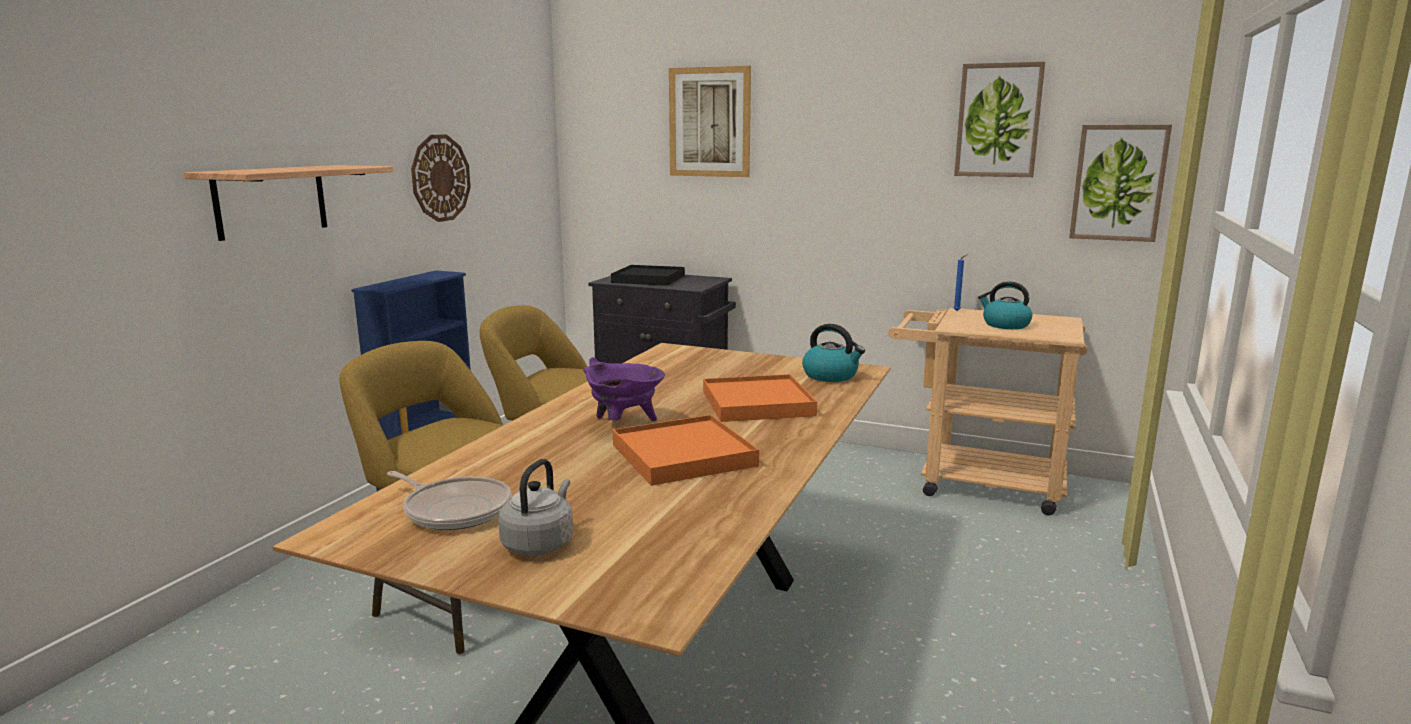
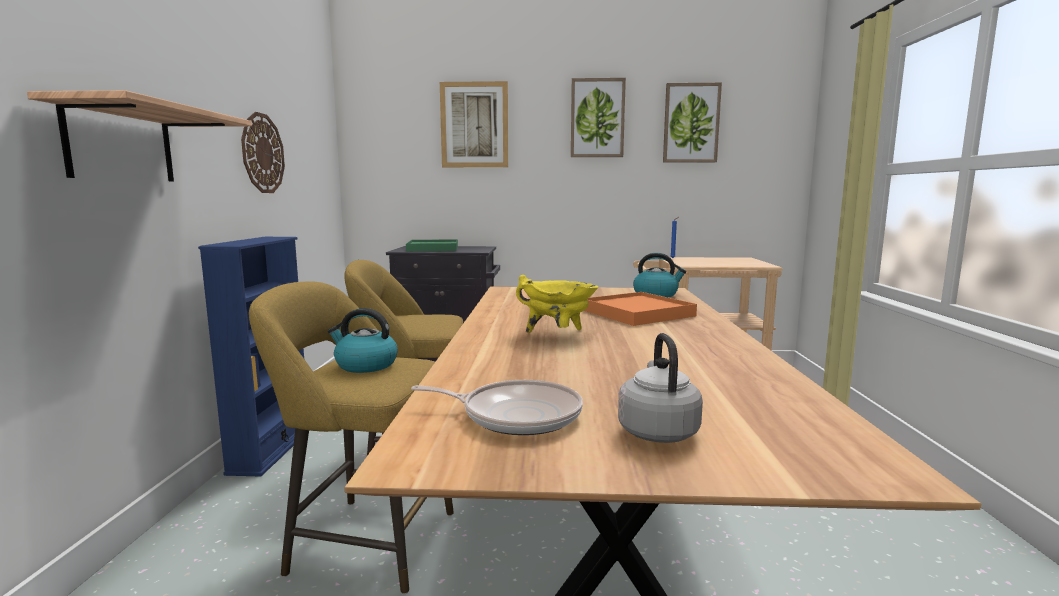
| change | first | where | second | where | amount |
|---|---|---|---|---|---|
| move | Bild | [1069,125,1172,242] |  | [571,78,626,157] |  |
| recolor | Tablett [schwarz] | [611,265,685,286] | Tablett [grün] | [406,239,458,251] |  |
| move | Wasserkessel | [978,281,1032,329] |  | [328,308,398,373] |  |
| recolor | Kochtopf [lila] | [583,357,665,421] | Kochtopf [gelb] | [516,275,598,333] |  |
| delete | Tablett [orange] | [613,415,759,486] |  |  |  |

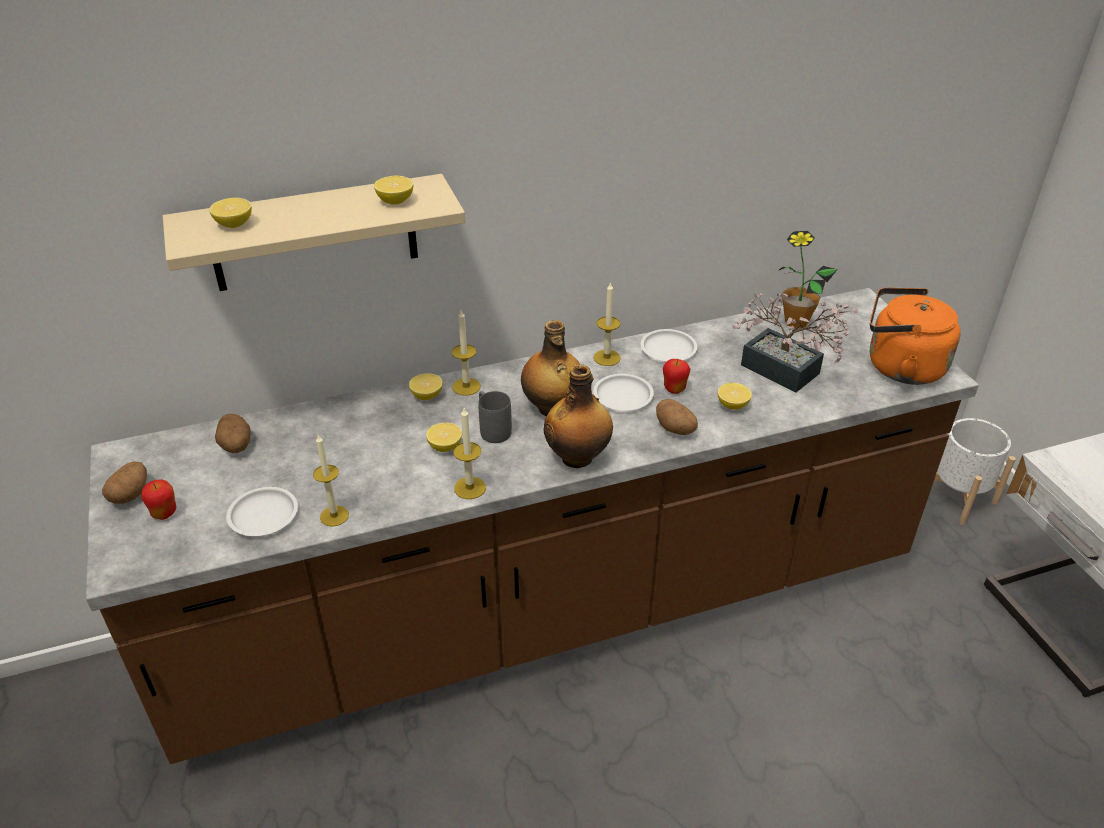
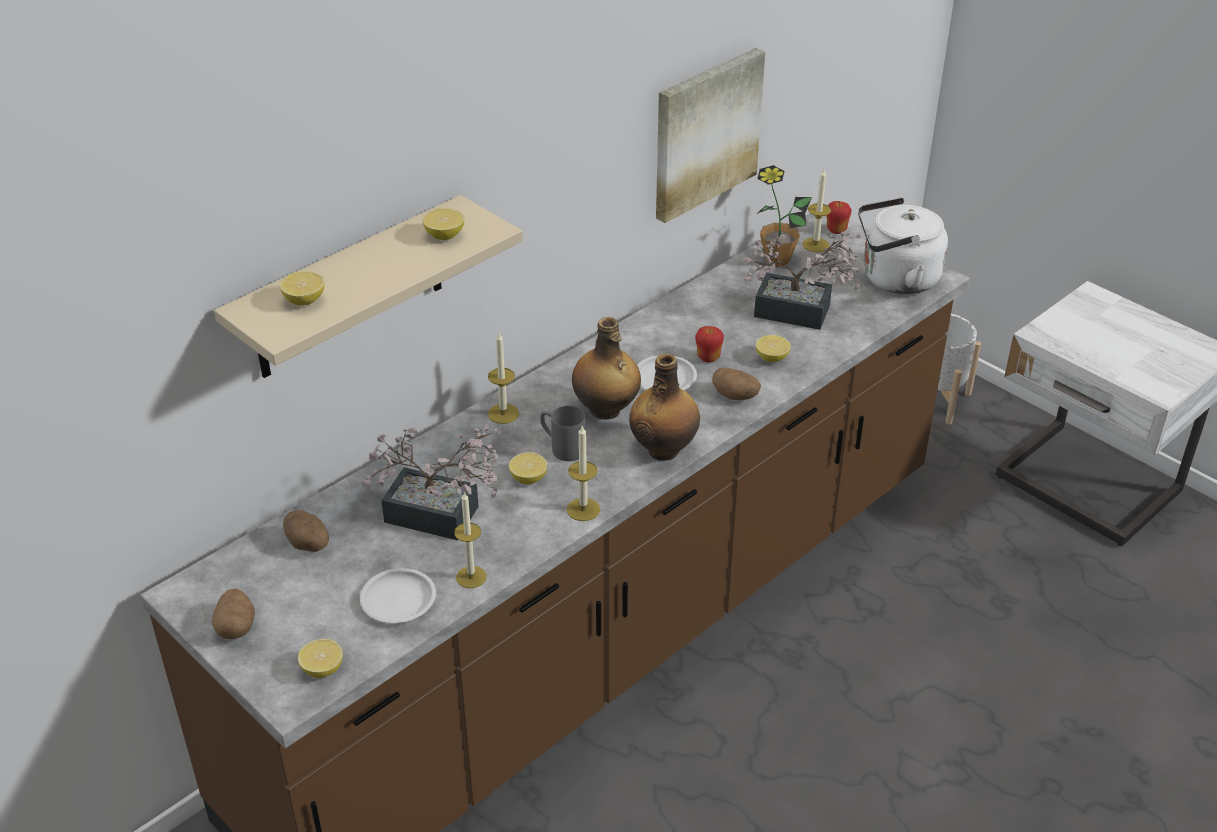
| change | first | where | second | where | amount |
|---|---|---|---|---|---|
| move | Kerze | [593,282,621,366] |  | [802,169,831,252] |  |
| recolor | Wasserkessel [orange] | [870,288,961,385] | Wasserkessel [weiß] | [858,197,948,294] |  |
| delete | Teller [weiß] | [641,329,697,361] |  |  |  |
| move | Zitrone | [409,373,443,400] |  | [298,639,343,678] |  |
| move | Apfel | [141,479,177,520] |  | [826,201,852,234] |  |
| insert |  |  | Bild | [656,48,765,223] |  |
| insert |  |  | Topfpflanze | [361,424,501,540] |  |

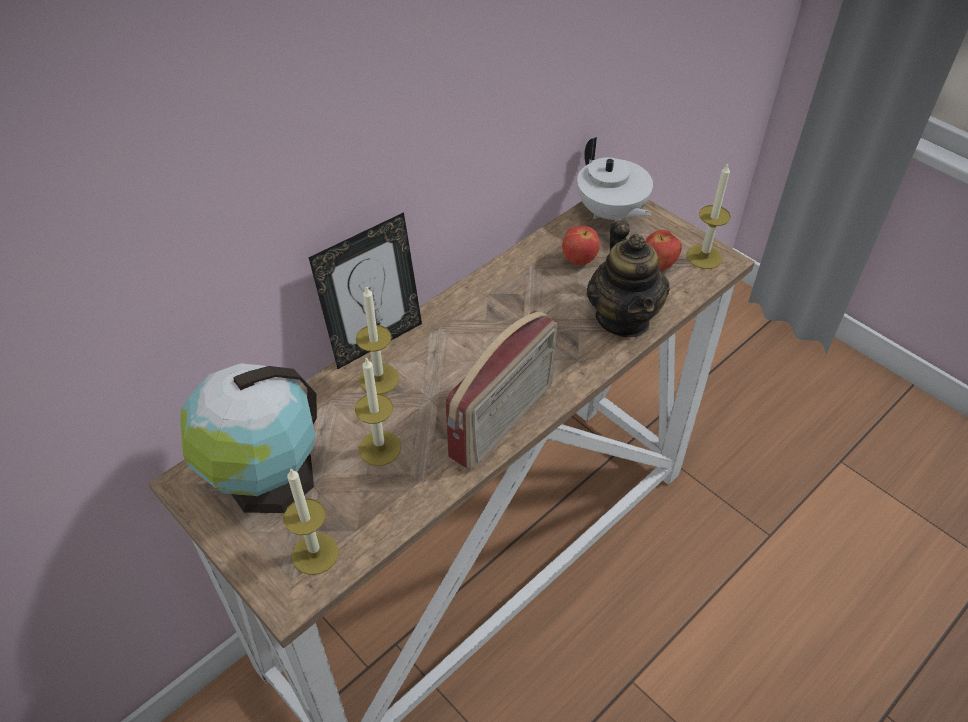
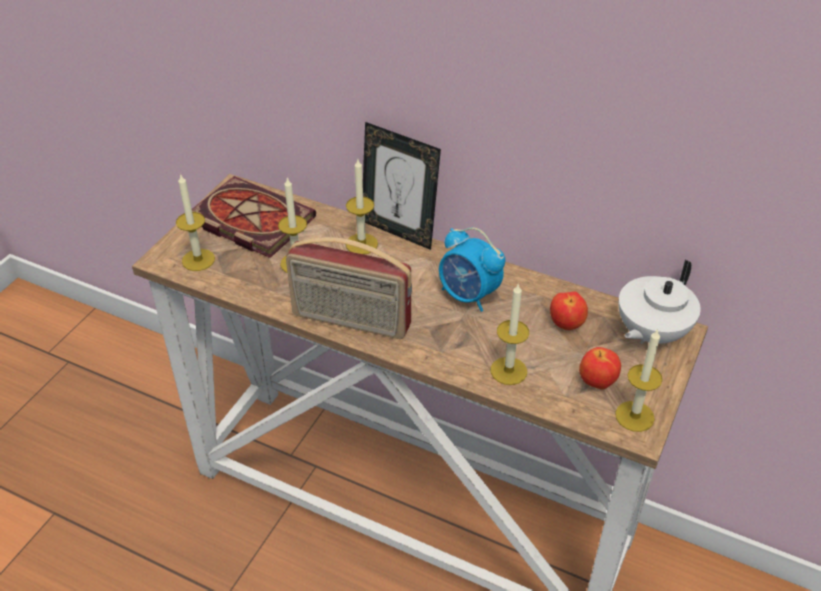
| change | first | where | second | where | amount |
|---|---|---|---|---|---|
| replace | Teekanne | [587,220,670,337] | Kerze | [491,283,529,385] |  |
| replace | Globus | [180,363,317,513] | Buch | [192,176,316,258] |  |
| insert |  |  | Wecker | [439,228,505,312] |  |

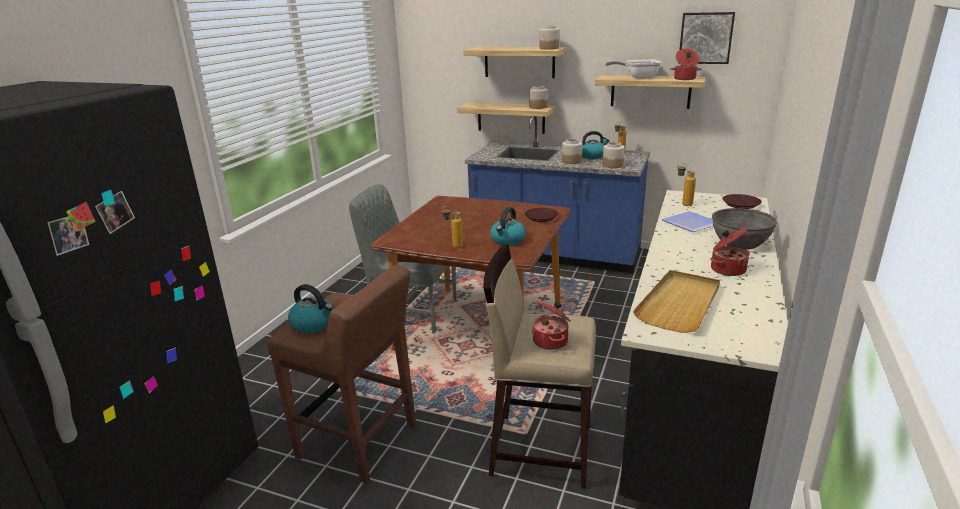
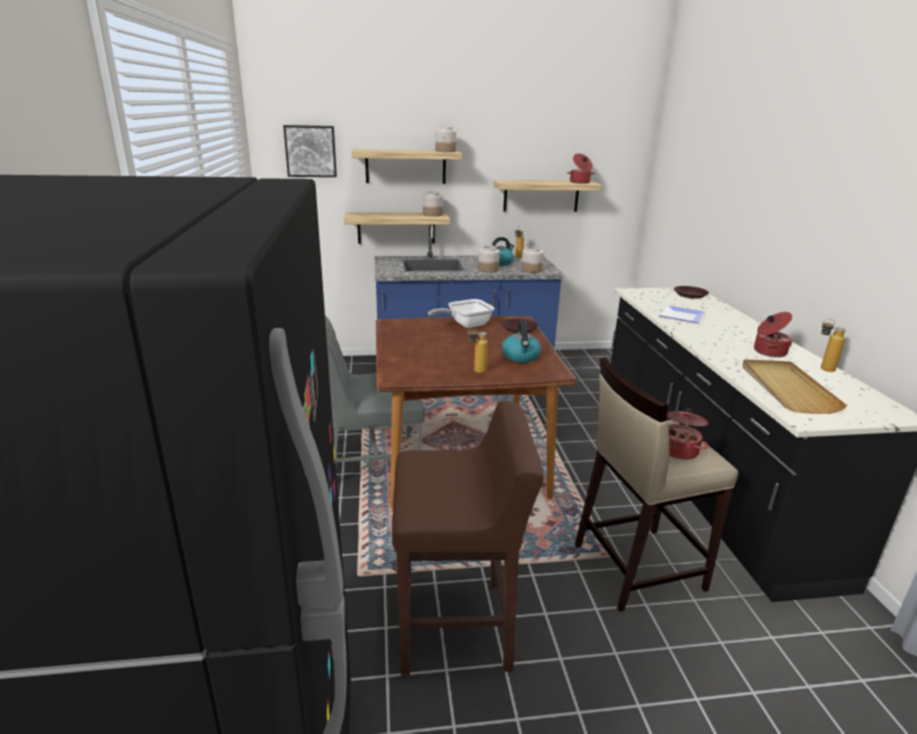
| change | first | where | second | where | amount |
|---|---|---|---|---|---|
| move | Bild | [678,12,735,64] |  | [283,125,337,177] |  |
| move | Pfanne | [605,59,662,79] |  | [428,299,494,328] |  |
| move | Flasche | [677,163,696,206] |  | [821,318,846,372] |  |
| delete | Schüssel [grau] | [712,208,777,250] |  |  |  |
| delete | Wasserkessel | [288,284,334,333] |  |  |  |

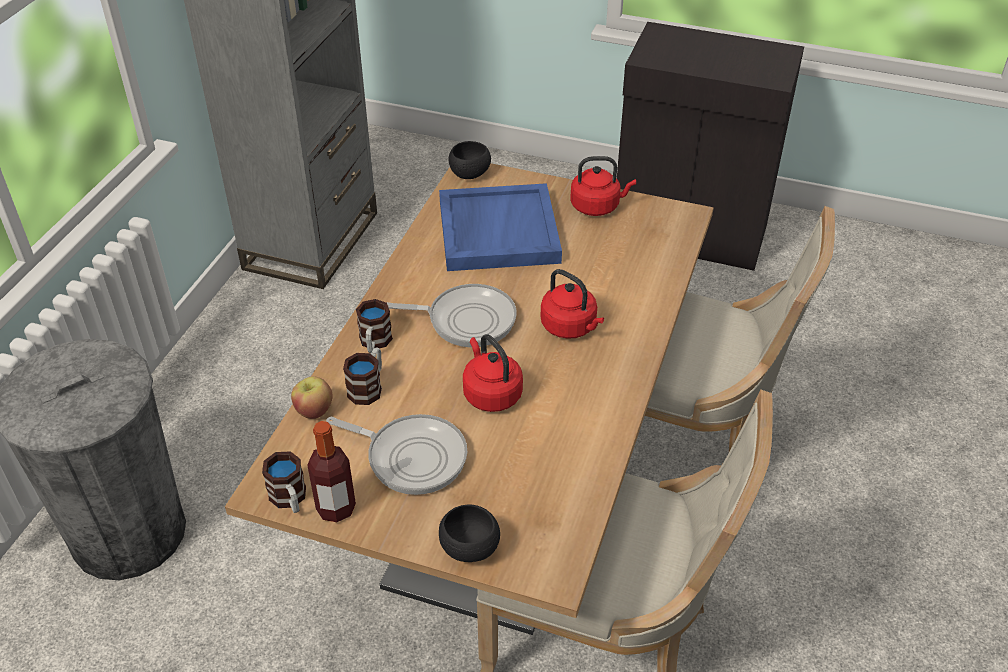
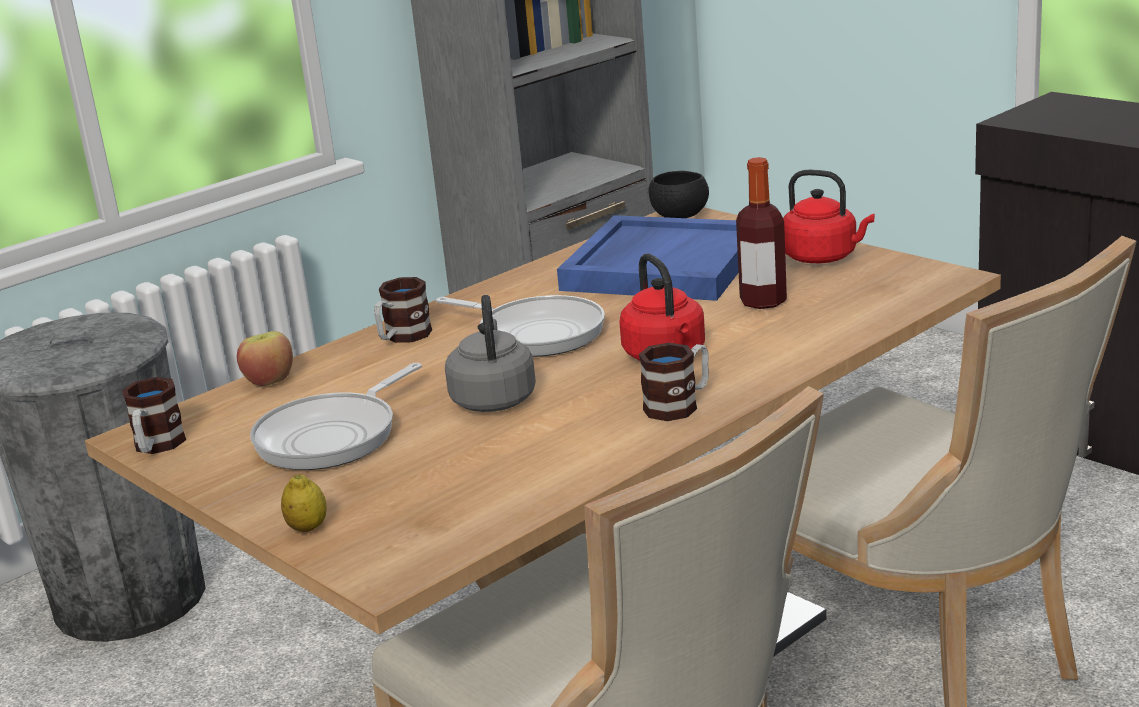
| change | first | where | second | where | amount |
|---|---|---|---|---|---|
| recolor | Wasserkessel [rot] | [463,334,523,412] | Wasserkessel [grau] | [445,295,536,412] |  |
| move | Henkelbecher | [343,347,382,405] |  | [639,343,709,421] |  |
| rotate | Pfanne | [326,414,467,495] |  | [250,363,422,470] | 75 degrees clockwise |
| move | Flasche | [307,421,356,522] |  | [736,157,787,309] |  |
| replace | Schüssel [schwarz] | [439,505,500,562] | Zitrone | [281,474,327,532] |  |

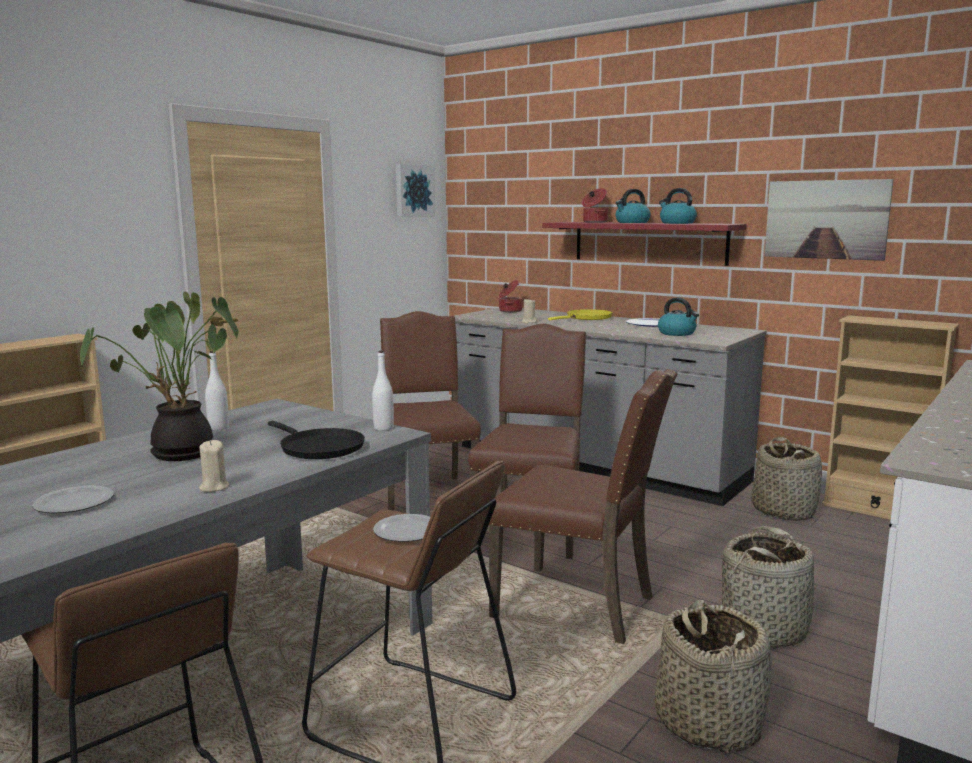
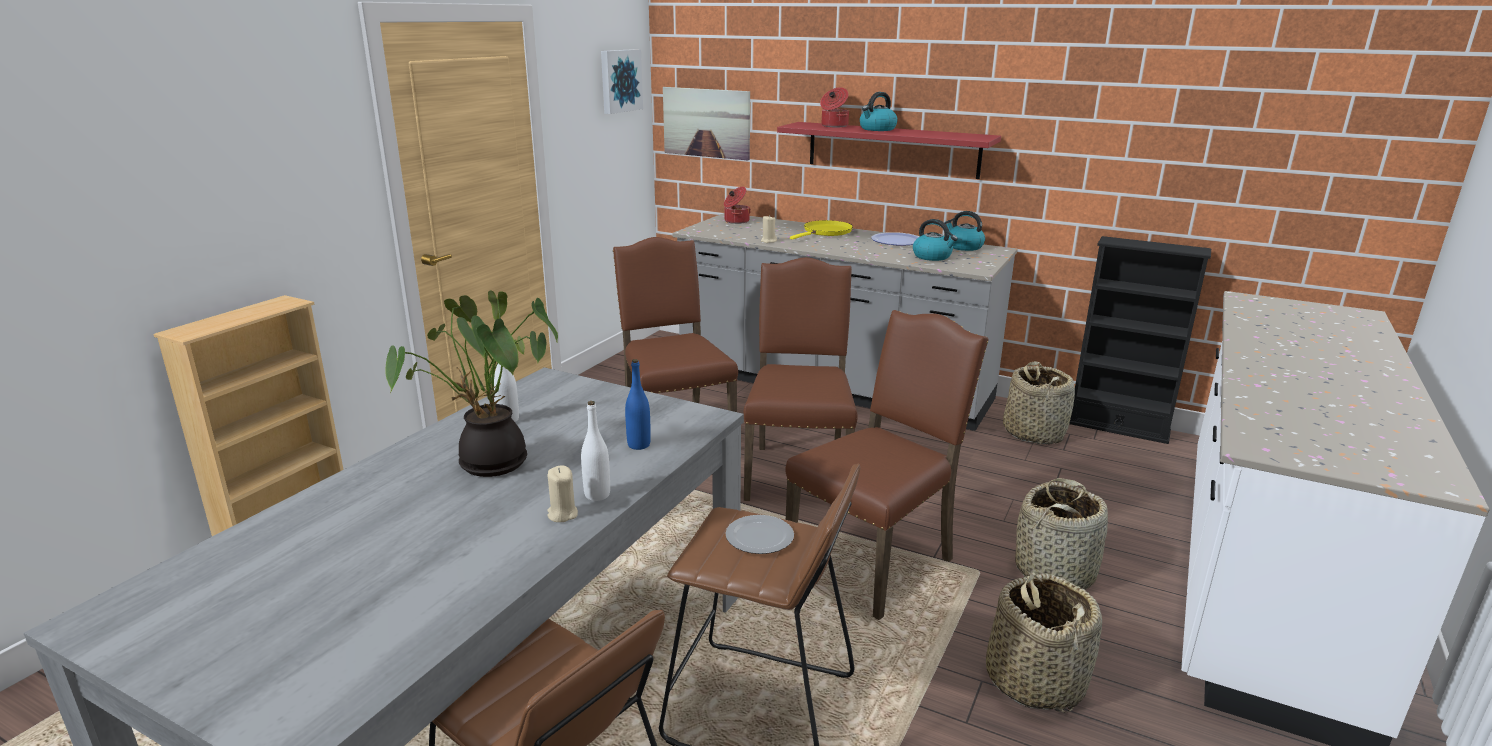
| change | first | where | second | where | amount |
|---|---|---|---|---|---|
| move | Bild | [764,179,894,261] |  | [663,87,750,160] |  |
| move | Wasserkessel | [659,188,697,224] |  | [944,211,985,251] |  |
| recolor | Bücherregal [beige] | [822,315,959,520] | Bücherregal [schwarz] | [1069,236,1211,444] |  |
| move | Flasche [weiß] | [372,350,394,431] |  | [581,401,610,501] |  |
| rotate | Stuhl [braun] | [489,369,677,644] |  | [785,310,989,620] | 60 degrees counterclockwise |
| replace | Pfanne [schwarz] | [268,421,365,459] | Flasche [blau] | [625,359,651,450] |  |
| delete | Teller | [32,486,114,513] |  |  |  |

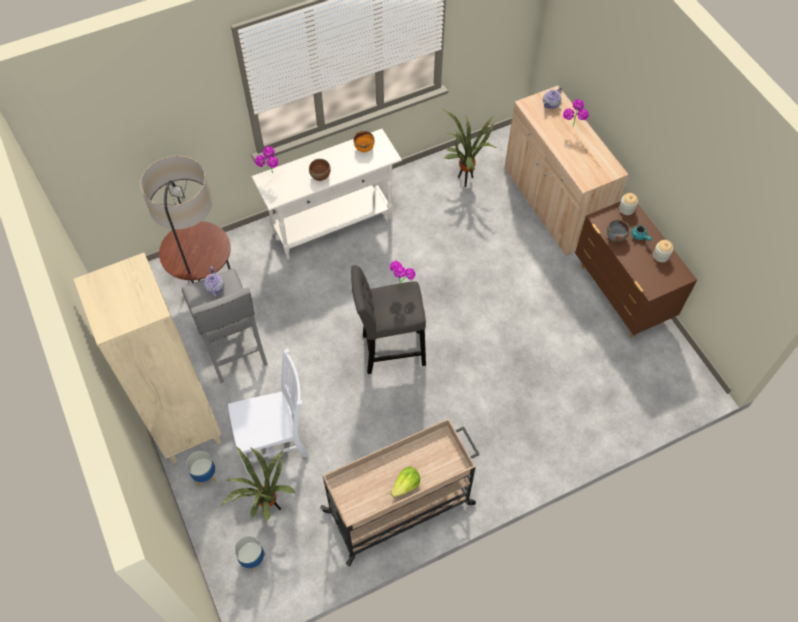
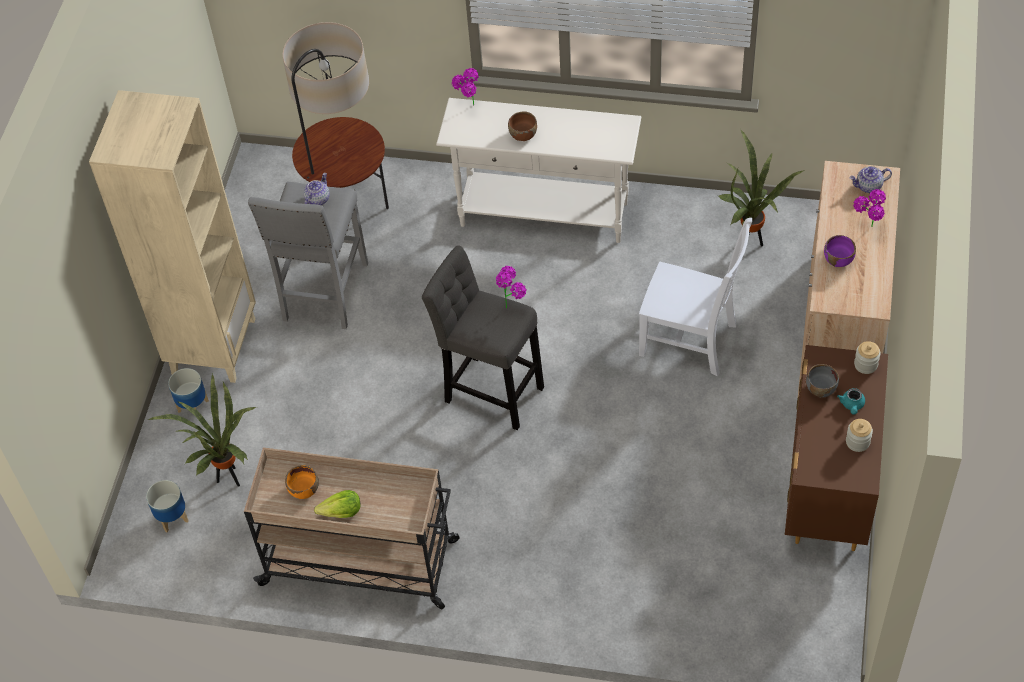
| change | first | where | second | where | amount |
|---|---|---|---|---|---|
| move | Schüssel [orange] | [354,131,374,152] |  | [285,465,319,499] |  |
| move | Stuhl [weiß] | [228,348,309,473] |  | [639,218,752,376] |  |
| insert |  |  | Schüssel [lila] | [824,235,856,267] |  |

